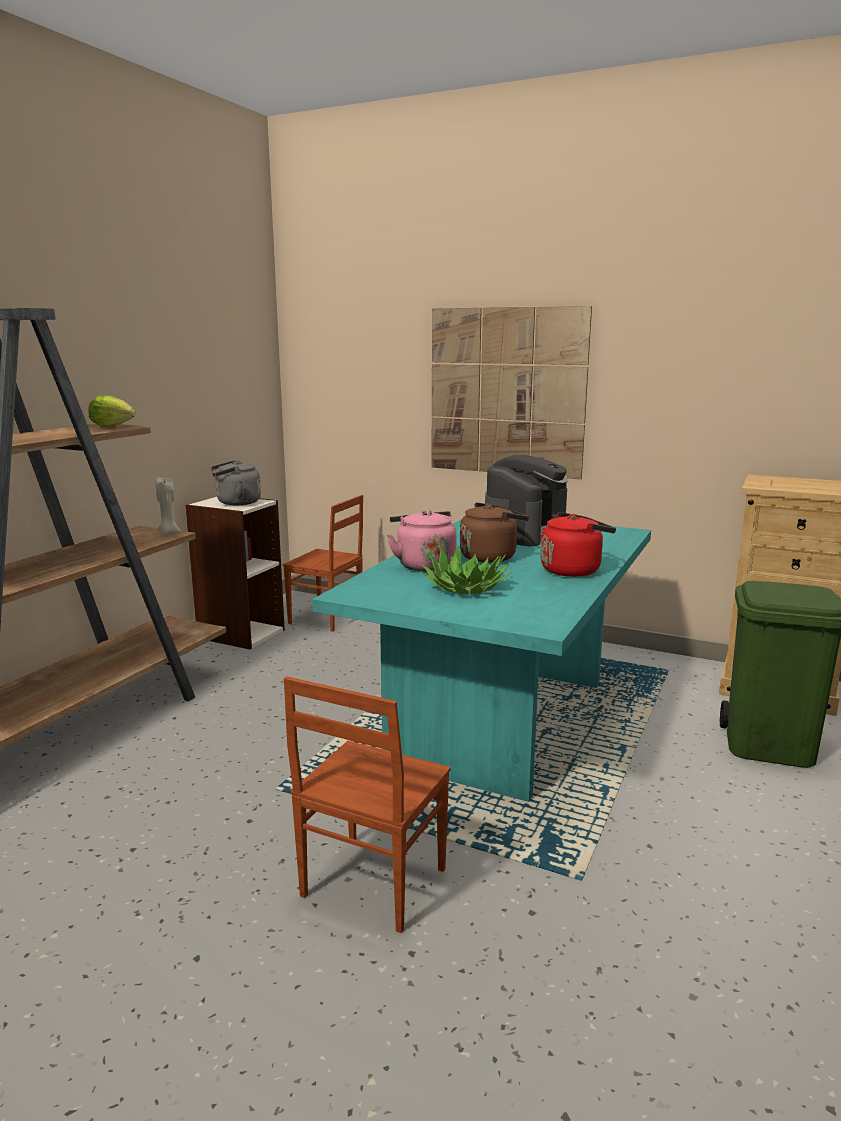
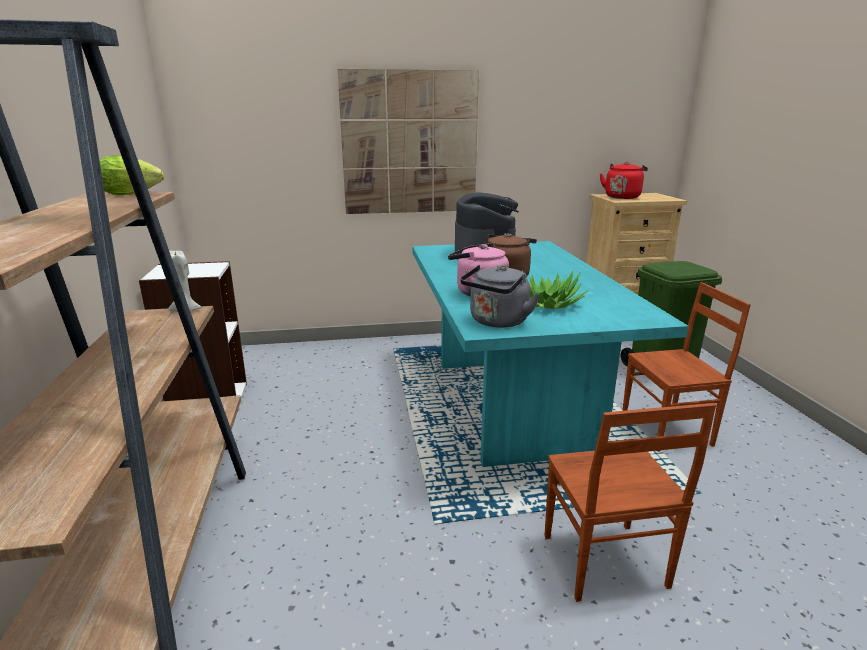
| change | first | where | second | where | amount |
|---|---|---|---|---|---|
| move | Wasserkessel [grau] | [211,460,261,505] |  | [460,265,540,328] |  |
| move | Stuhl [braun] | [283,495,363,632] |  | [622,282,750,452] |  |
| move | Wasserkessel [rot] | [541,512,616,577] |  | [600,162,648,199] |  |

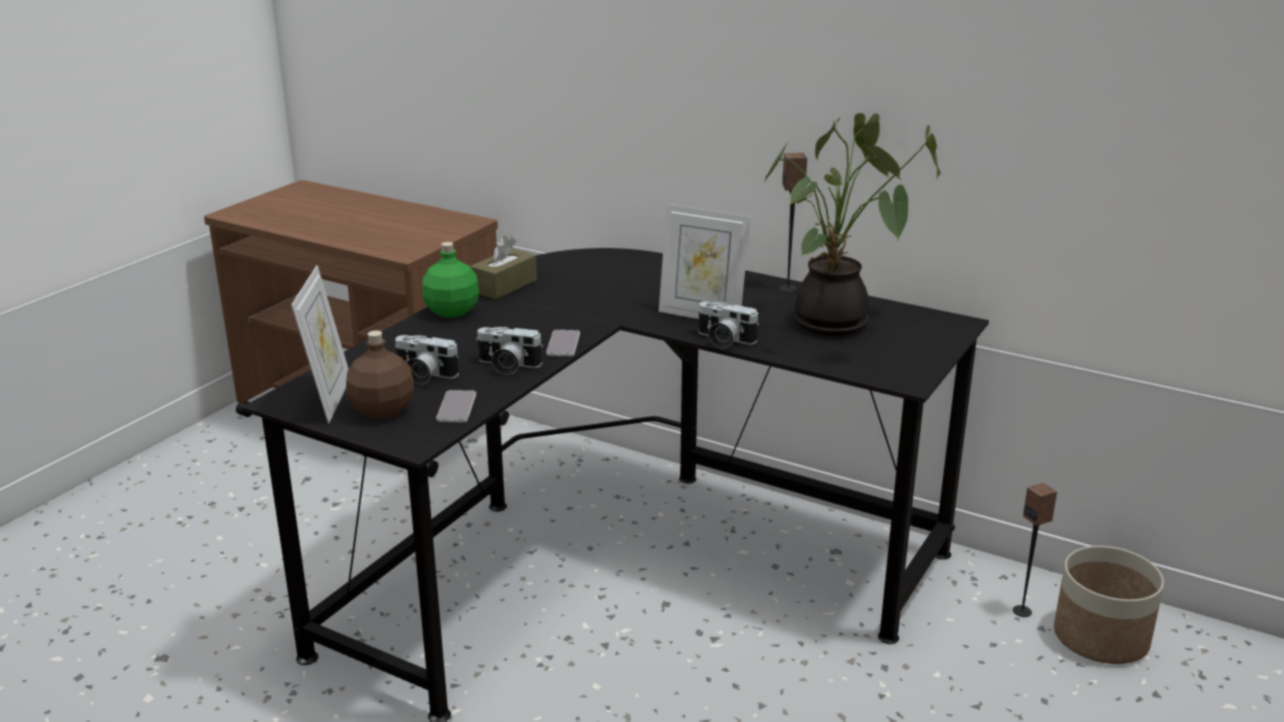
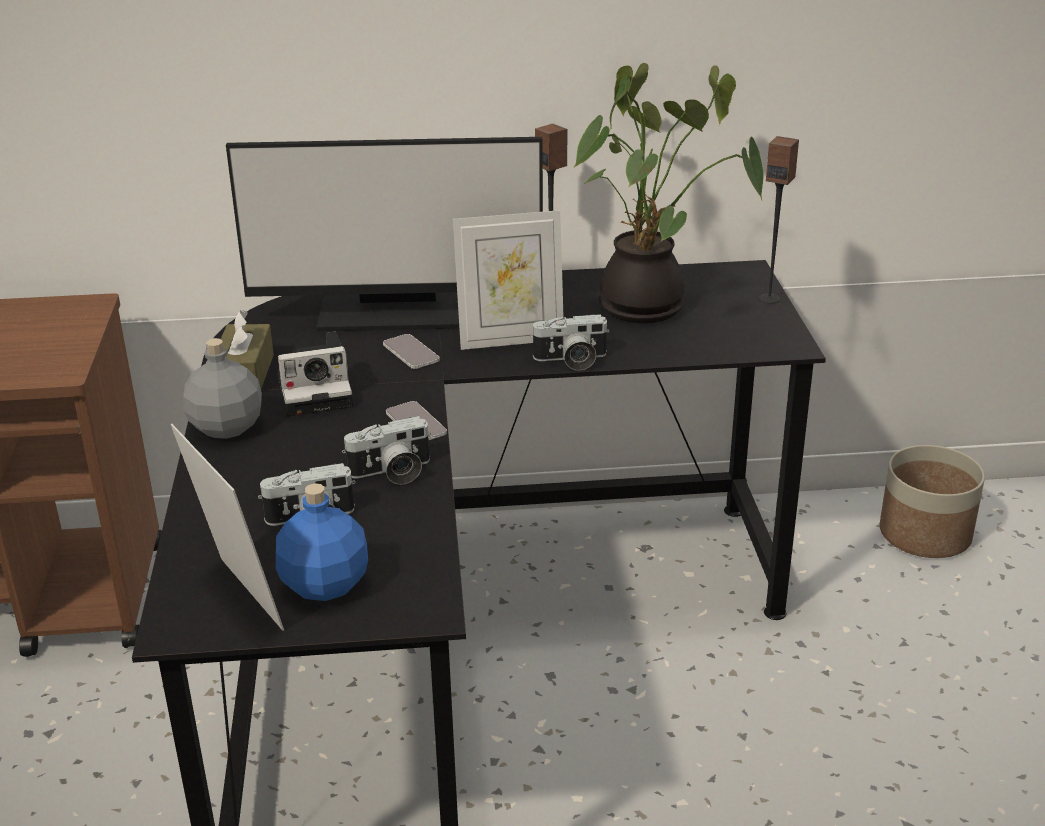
| change | first | where | second | where | amount |
|---|---|---|---|---|---|
| recolor | Flasche [grün] | [422,242,479,318] | Flasche [grau] | [183,338,262,439] |  |
| recolor | Flasche [braun] | [346,330,414,419] | Flasche [blau] | [276,483,368,601] |  |
| move | Handy | [436,390,476,423] |  | [383,334,440,369] |  |
| move | Lautsprecher | [1013,483,1057,617] |  | [759,136,799,304] |  |
| insert |  |  | Monitor | [226,137,543,332] |  |
| insert |  |  | Kamera | [277,332,353,416] |  |

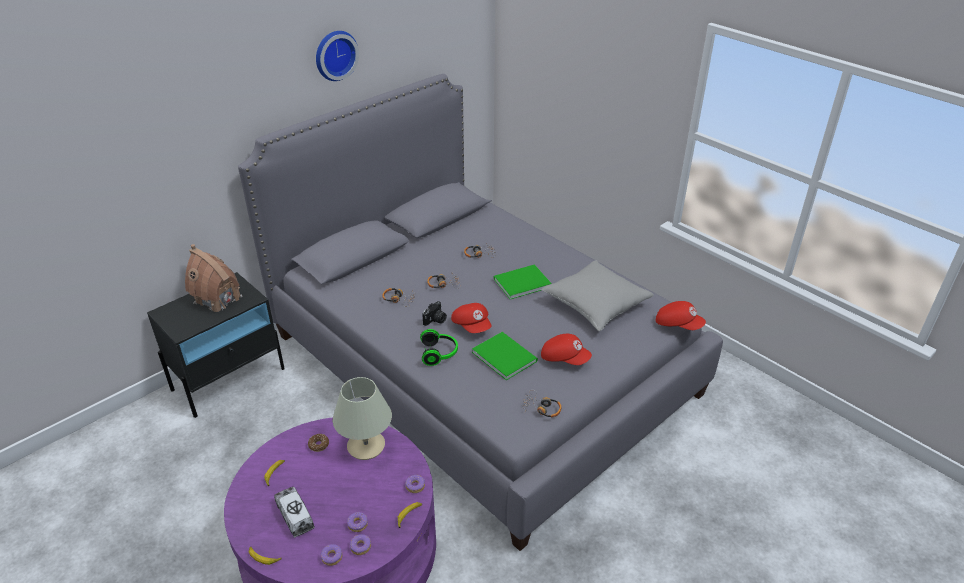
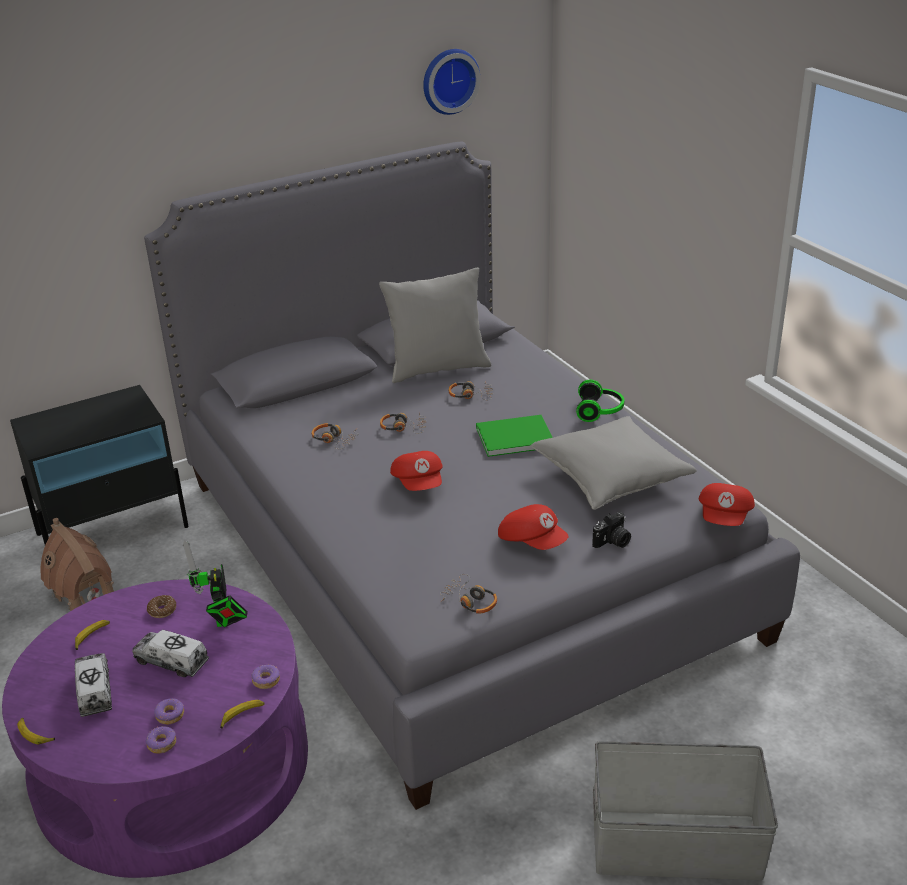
| change | first | where | second | where | amount |
|---|---|---|---|---|---|
| move | Wanduhr | [316,31,359,81] |  | [423,49,480,115] |  |
| move | Spielzeughaus | [185,244,243,312] |  | [41,518,114,611] |  |
| move | Kamera | [423,301,447,326] |  | [592,512,631,548] |  |
| rotate | Kappe [rot] | [656,301,706,330] |  | [699,483,755,526] | 60 degrees clockwise |
| move | Kopfhörer | [420,329,458,366] |  | [576,380,624,422] |  |
| delete | Buch [grün] | [472,332,538,380] |  |  |  |
| replace | Tischlampe [beige] | [333,377,392,460] | Spielzeugroboter | [183,540,248,627] |  |
| delete | Donut | [321,544,342,566] |  |  |  |
| insert |  |  | Kissen [grau] | [379,268,491,383] |  |
| insert |  |  | Spielzeuglaster | [132,630,209,677] |  |
| insert |  |  | Aufbewahrungsbox [grau] | [593,741,778,880] |  |

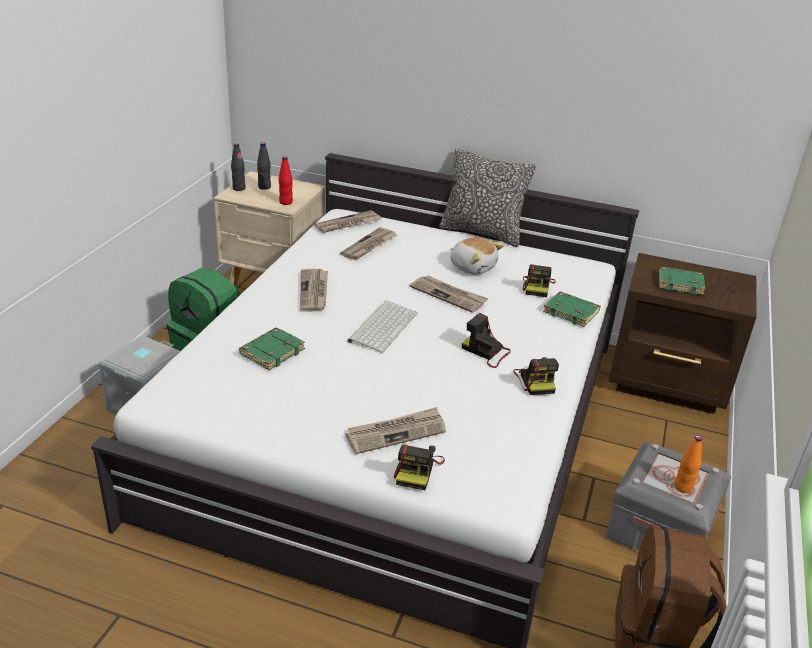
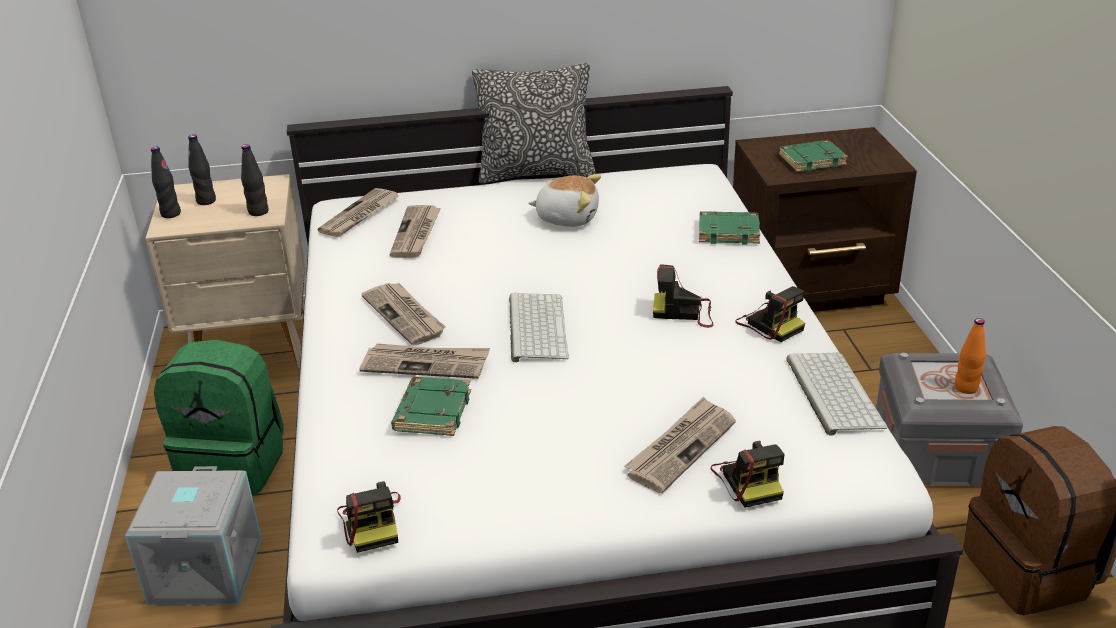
| change | first | where | second | where | amount |
|---|---|---|---|---|---|
| recolor | Flasche [rot] | [278,156,293,205] | Flasche [schwarz] | [241,144,269,216] |  |
| move | Kamera | [523,264,556,297] |  | [337,481,401,553] |  |
| move | Zeitung | [410,275,489,313] |  | [359,343,490,379] |  |
| insert |  |  | Tastatur | [786,353,888,436] |  |

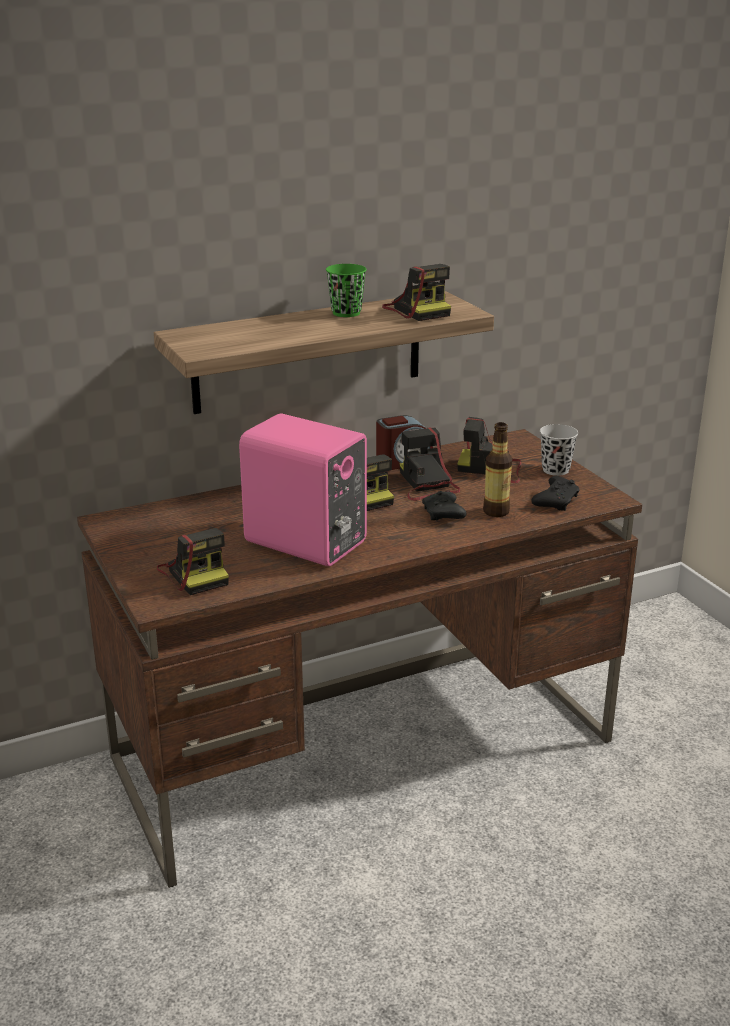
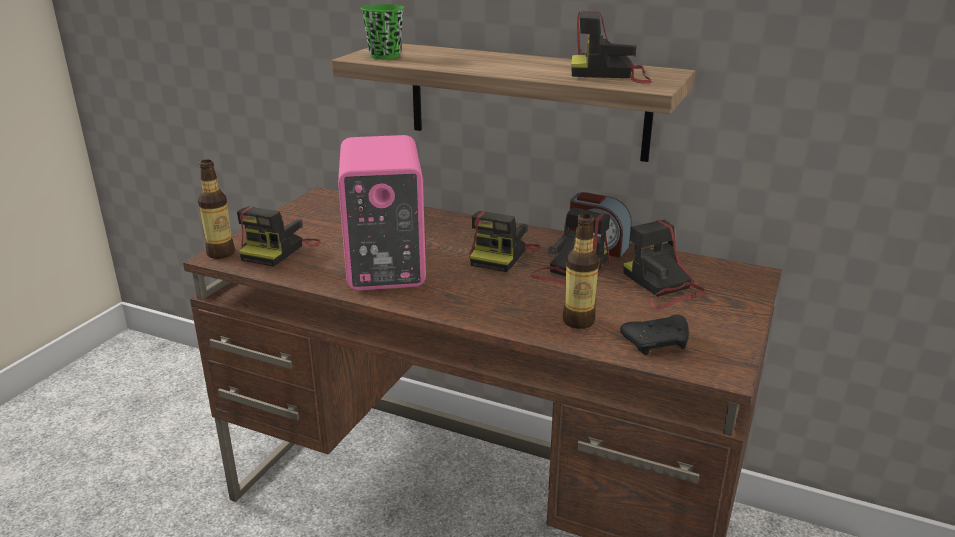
| change | first | where | second | where | amount |
|---|---|---|---|---|---|
| move | Tasse [grün] | [326,264,367,317] |  | [361,4,404,59] |  |
| rotate | Kamera | [382,264,451,321] |  | [571,11,652,84] | 75 degrees clockwise |
| delete | Tasse [schwarz] | [540,424,578,476] |  |  |  |
| delete | Gamepad [schwarz] | [422,491,467,520] |  |  |  |
| insert |  |  | Flasche | [198,160,235,259] |  |

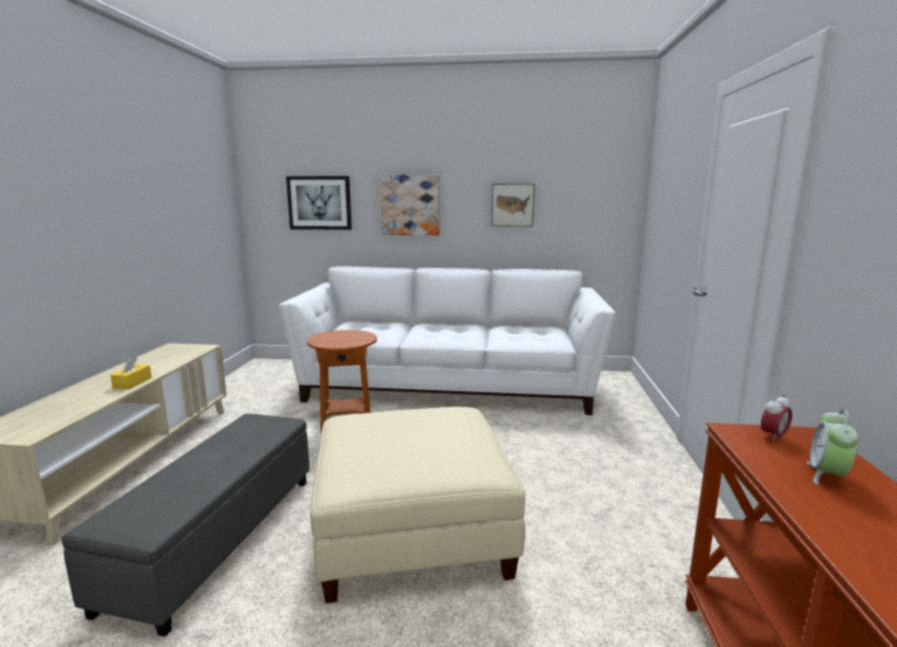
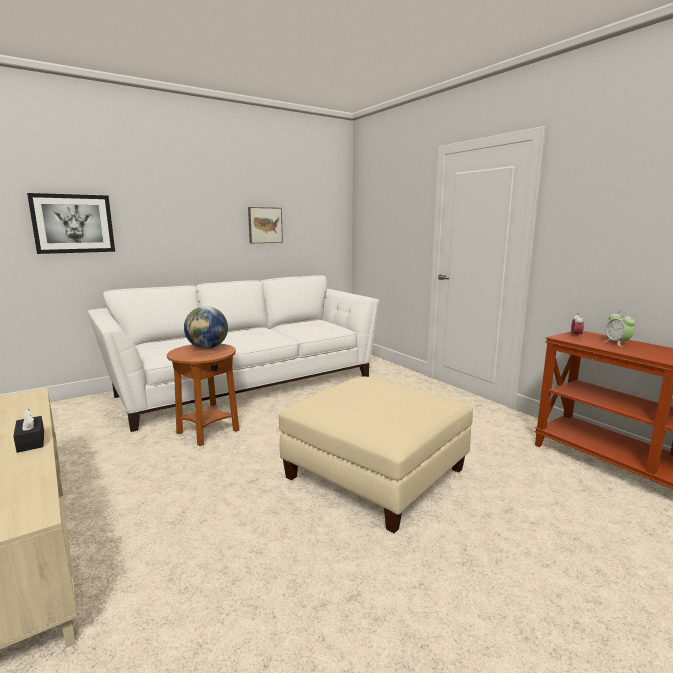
| change | first | where | second | where | amount |
|---|---|---|---|---|---|
| delete | Bild | [380,175,440,235] |  |  |  |
| recolor | Taschentuchbox [gelb] | [110,357,152,390] | Taschentuchbox [schwarz] | [13,409,44,453] |  |
| delete | Polsterhocker [grau] | [62,414,310,637] |  |  |  |
| insert |  |  | Globus | [184,306,228,349] |  |

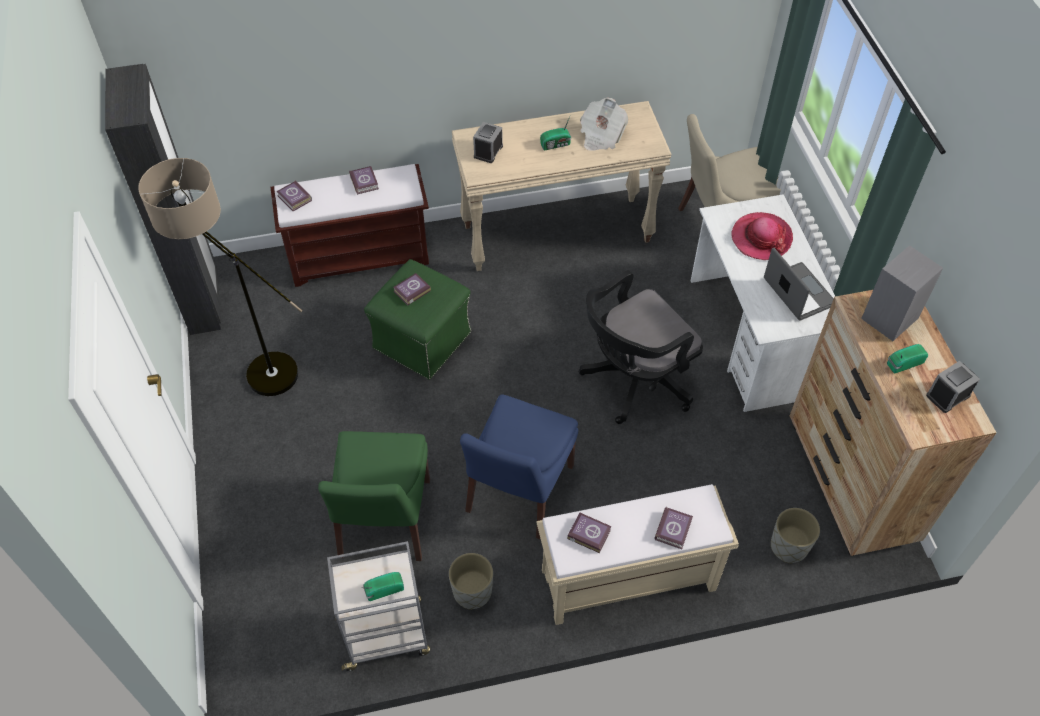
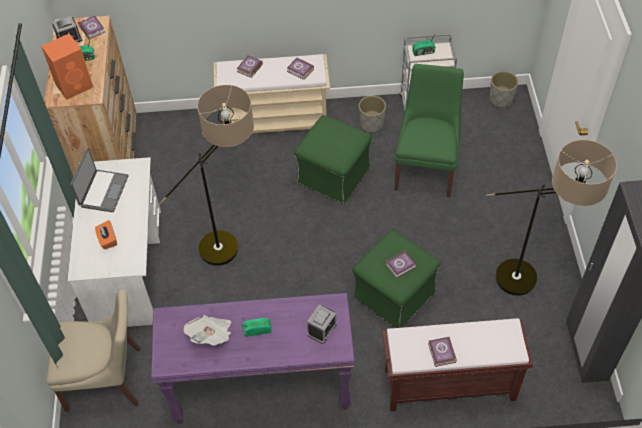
| change | first | where | second | where | amount |
|---|---|---|---|---|---|
| recolor | Konsolentisch [beige] | [452,101,672,271] | Konsolentisch [lila] | [151,293,355,424] |  |
| move | Buch | [276,181,312,211] |  | [78,16,105,39] |  |
| replace | Hut | [731,212,793,260] | Taschentuchbox [orange] | [95,220,117,249] |  |
| recolor | Lautsprecher [grau] | [861,245,943,341] | Lautsprecher [orange] | [41,34,93,100] |  |
| rotate | Laptop | [764,248,834,321] |  | [70,148,129,212] | 150 degrees counterclockwise |
| replace | Bürostuhl [schwarz] | [578,270,703,424] | Stehlampe | [158,85,254,266] |  |
| replace | Stuhl [blau] | [460,394,578,540] | Polsterhocker [grün] | [294,115,372,204] |  |
| move | Pflanzkübel [grau] | [771,508,820,563] |  | [489,71,518,108] |  |

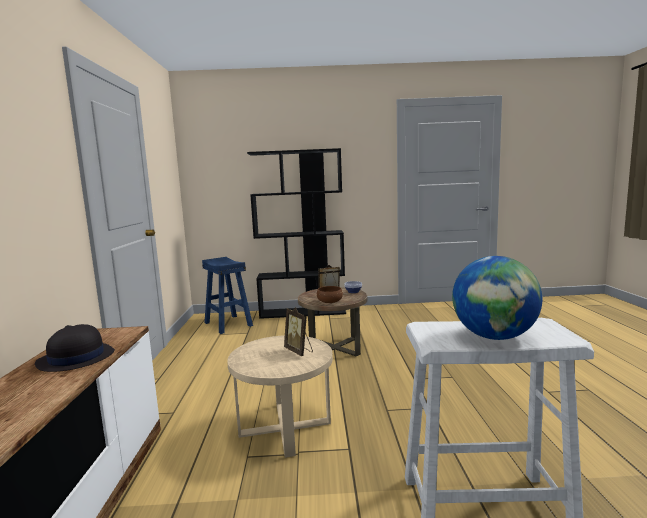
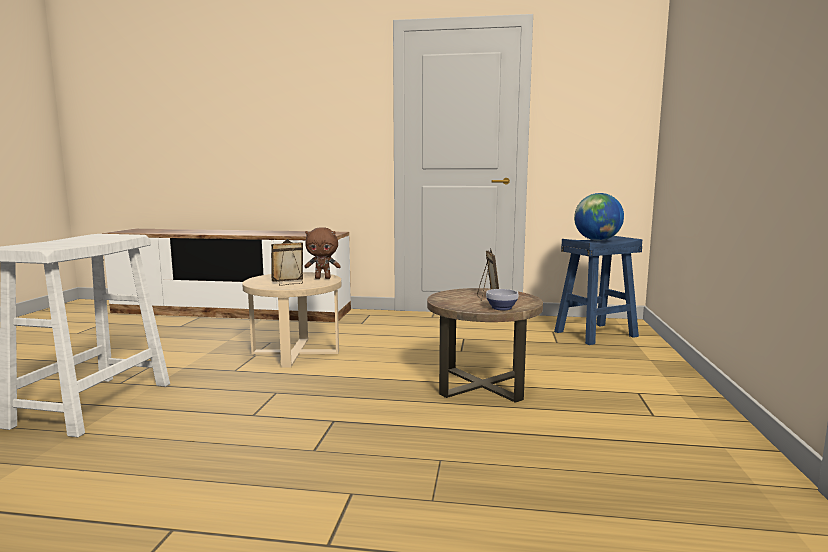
| change | first | where | second | where | amount |
|---|---|---|---|---|---|
| delete | Bücherregal [schwarz] | [247,148,346,319] |  |  |  |
| move | Globus | [452,256,542,340] |  | [574,193,624,241] |  |
| delete | Schüssel [braun] | [317,286,343,303] |  |  |  |
| delete | Hut [schwarz] | [35,324,115,372] |  |  |  |
| insert |  |  | Plüschtier [braun] | [304,227,341,279] |  |

